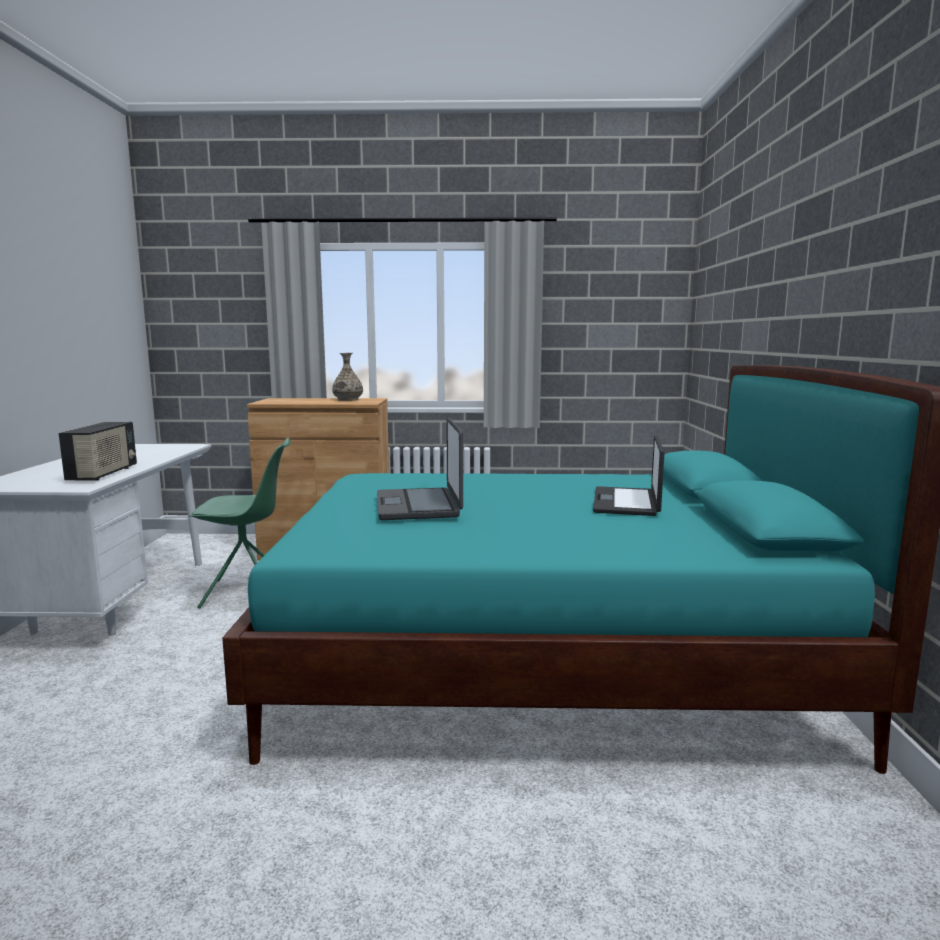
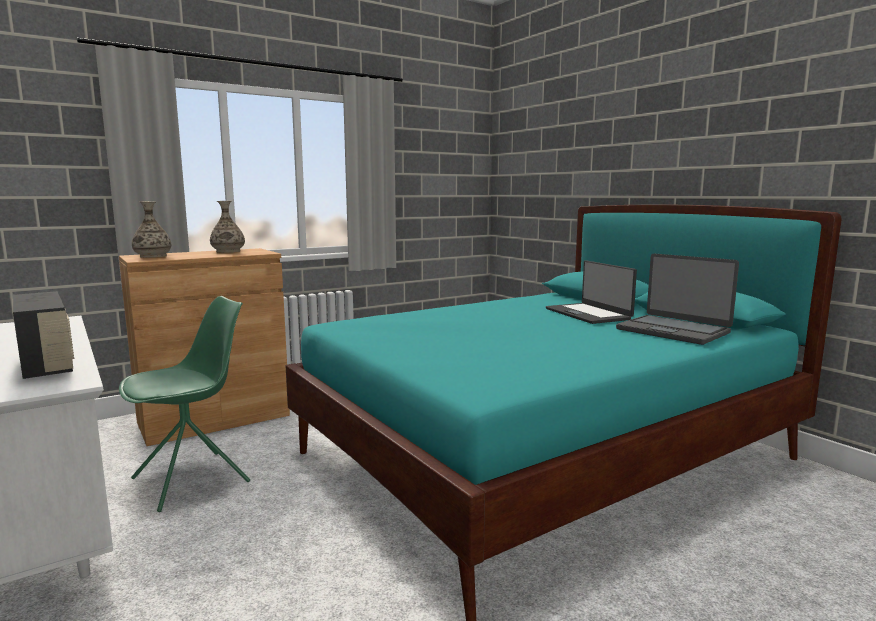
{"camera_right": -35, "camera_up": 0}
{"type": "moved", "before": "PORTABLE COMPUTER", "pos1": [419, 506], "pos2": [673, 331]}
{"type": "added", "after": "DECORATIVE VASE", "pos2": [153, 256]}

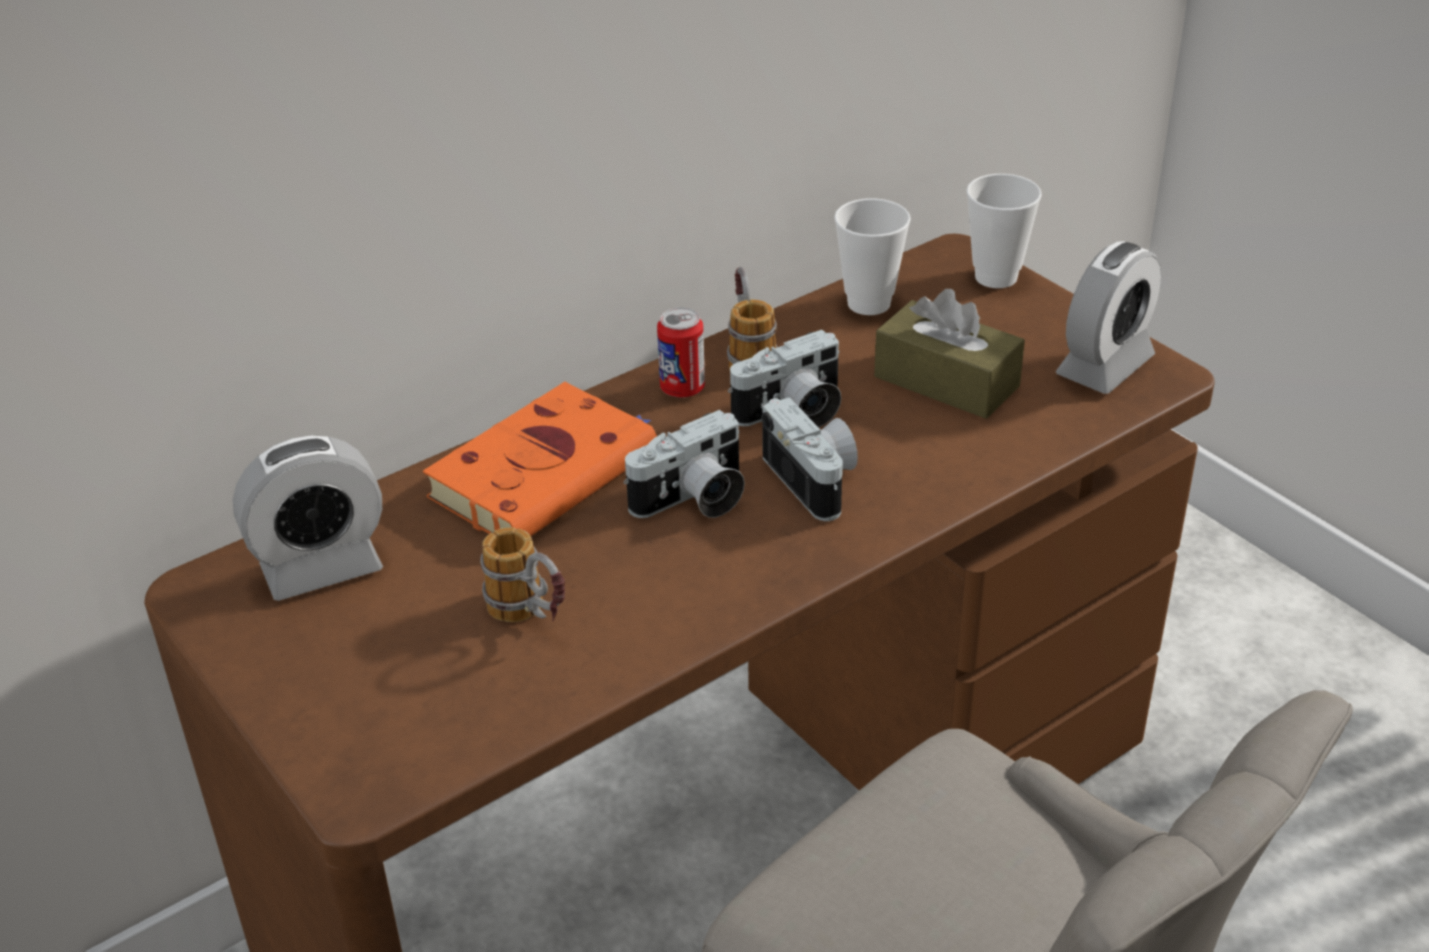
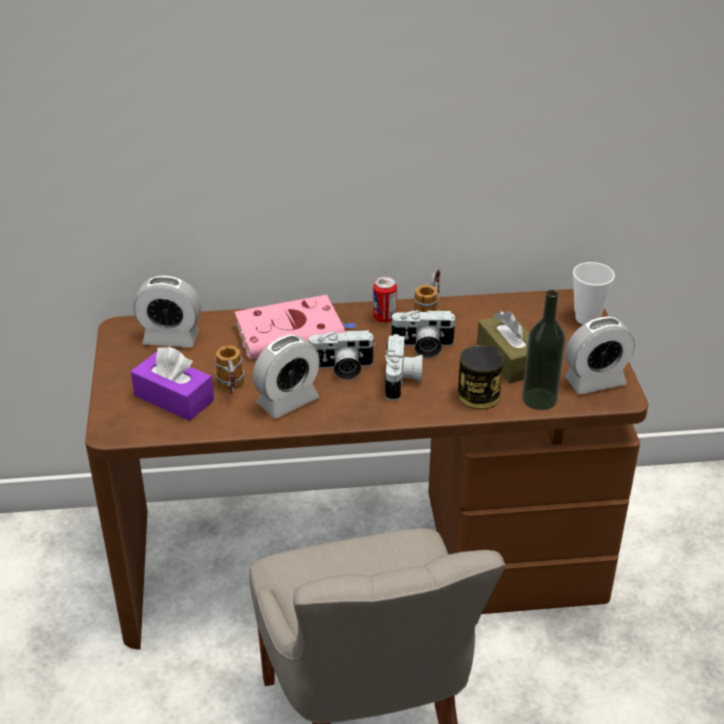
{"camera_right": 30, "camera_up": 0}
{"type": "recoloured", "before": "ORANGEY BOOK", "after": "PINK-COLOURED BOOK", "pos1": [547, 472], "pos2": [293, 333]}
{"type": "removed", "before": "DRINKING CUP", "pos1": [869, 303]}
{"type": "added", "after": "PURPLE-COLOURED TISSUE BOX", "pos2": [174, 398]}
{"type": "added", "after": "ALARM CLOCK", "pos2": [288, 401]}
{"type": "added", "after": "SEALED CAN", "pos2": [479, 395]}
{"type": "added", "after": "DRINK BOTTLE", "pos2": [539, 399]}

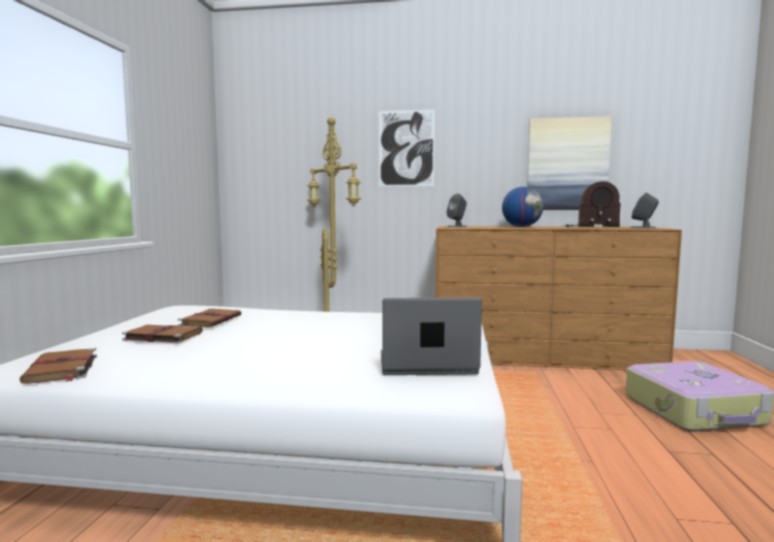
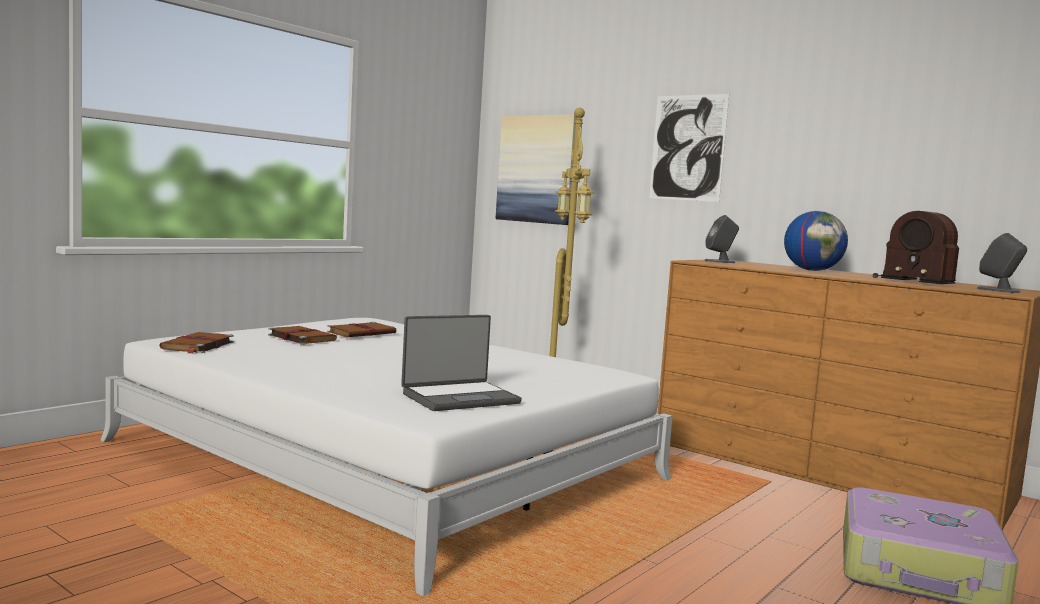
{"camera_right": 30, "camera_up": 0}
{"type": "turned", "before": "PORTABLE COMPUTER", "pos1": [427, 365], "pos2": [459, 398], "turn": 120}
{"type": "moved", "before": "PICTURE", "pos1": [567, 164], "pos2": [536, 169]}

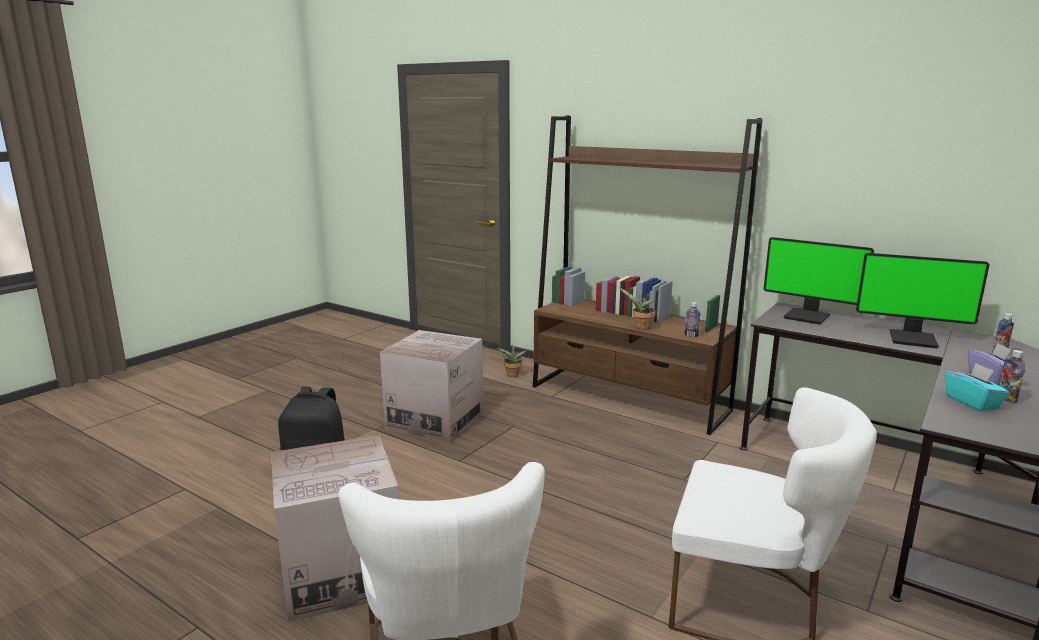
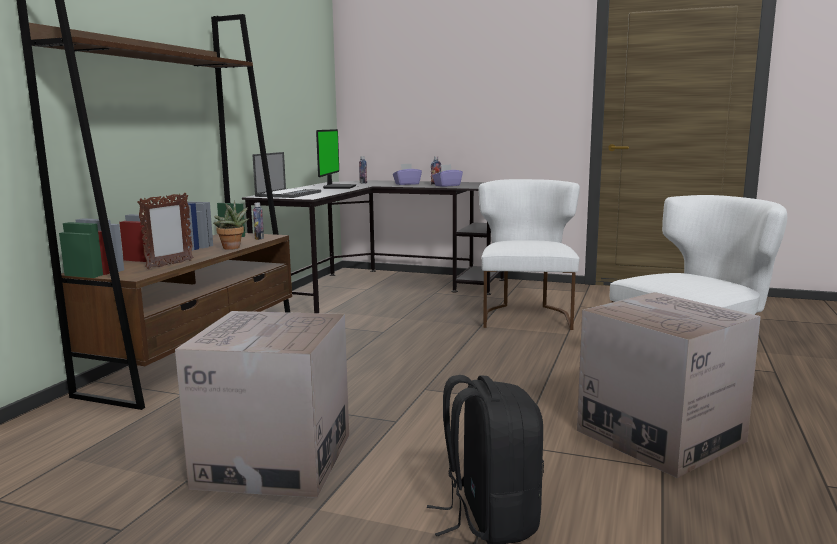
{"camera_right": -105, "camera_up": -5}
{"type": "removed", "before": "HOUSEPLANT", "pos1": [512, 376]}
{"type": "replaced", "before": "COMPUTER DISPLAY", "after": "PORTABLE COMPUTER", "pos1": [808, 316], "pos2": [289, 194]}
{"type": "recoloured", "before": "TURQUOISE TISSUE BOX", "after": "PURPLE-COLOURED TISSUE BOX", "pos1": [972, 402], "pos2": [447, 185]}
{"type": "added", "after": "STANDING FRAME", "pos2": [169, 265]}

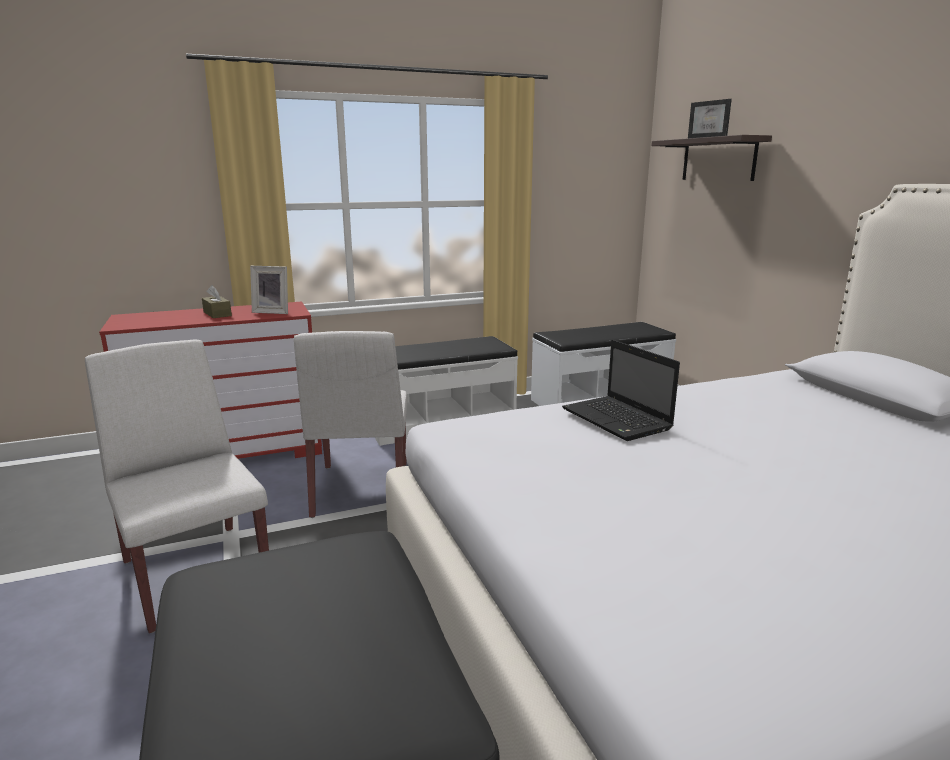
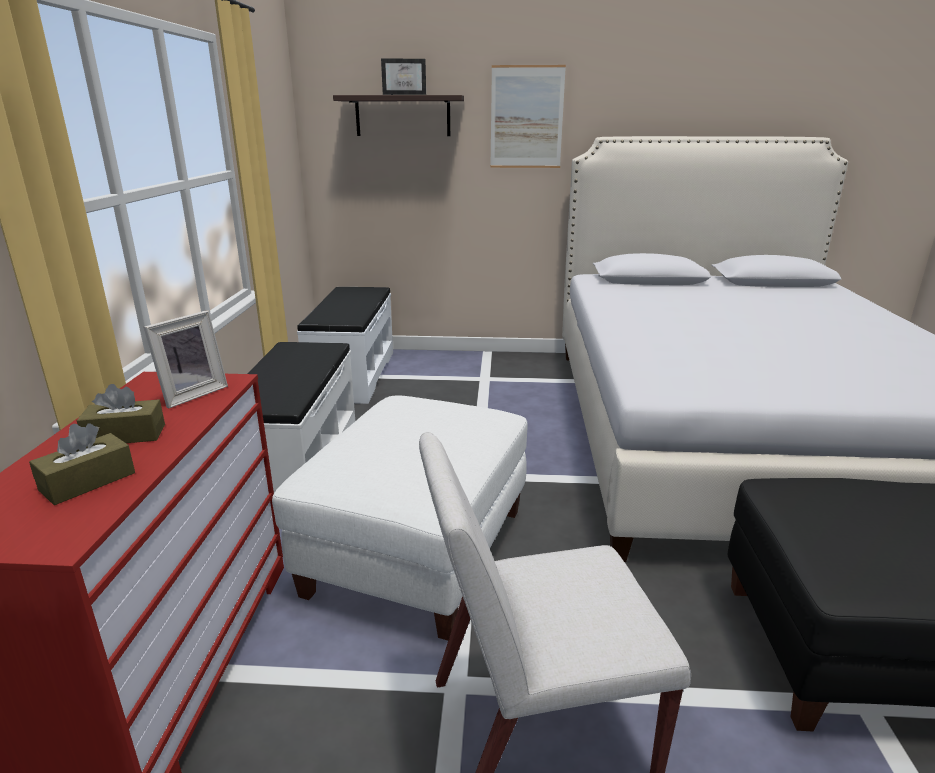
{"camera_right": -65, "camera_up": 5}
{"type": "replaced", "before": "WHITE-COLOURED PLAIN CHAIR", "after": "WHITE-COLOURED FOOTREST", "pos1": [361, 490], "pos2": [418, 552]}
{"type": "removed", "before": "PORTABLE COMPUTER", "pos1": [618, 420]}
{"type": "added", "after": "BROWN-COLOURED TISSUE BOX", "pos2": [88, 481]}
{"type": "added", "after": "PICTURE", "pos2": [526, 117]}

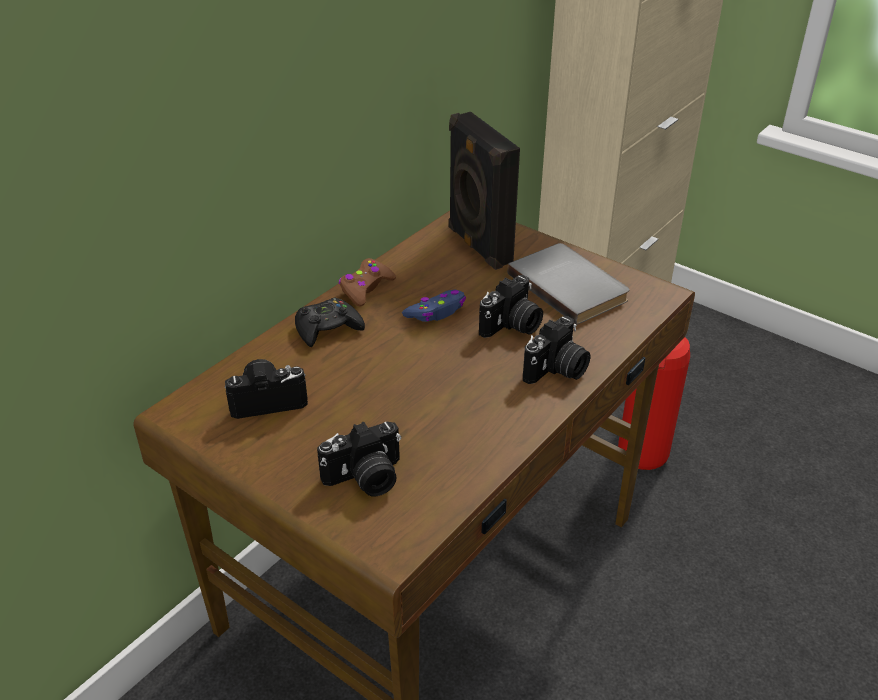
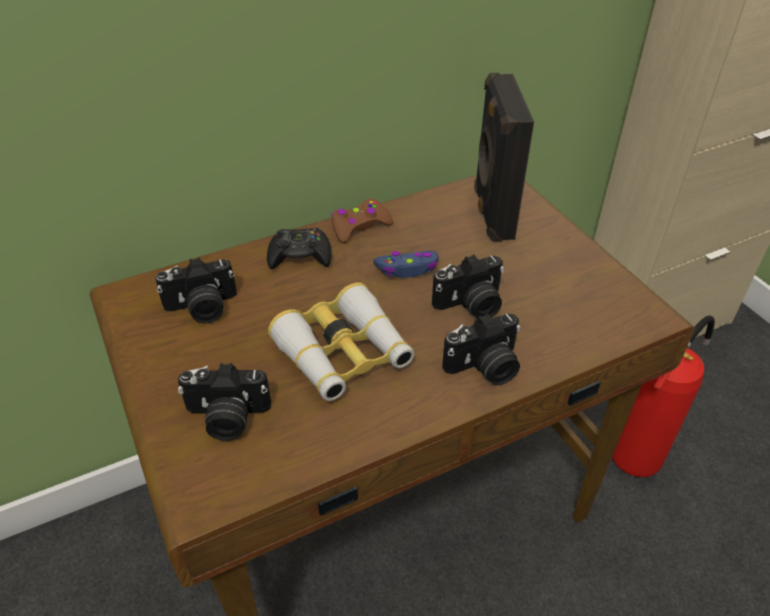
{"camera_right": 25, "camera_up": 5}
{"type": "turned", "before": "PHOTO CAMERA", "pos1": [268, 400], "pos2": [202, 308], "turn": 150}
{"type": "removed", "before": "GREYISH BOOK", "pos1": [570, 285]}
{"type": "added", "after": "PAIR OF BINOCULARS", "pos2": [344, 354]}

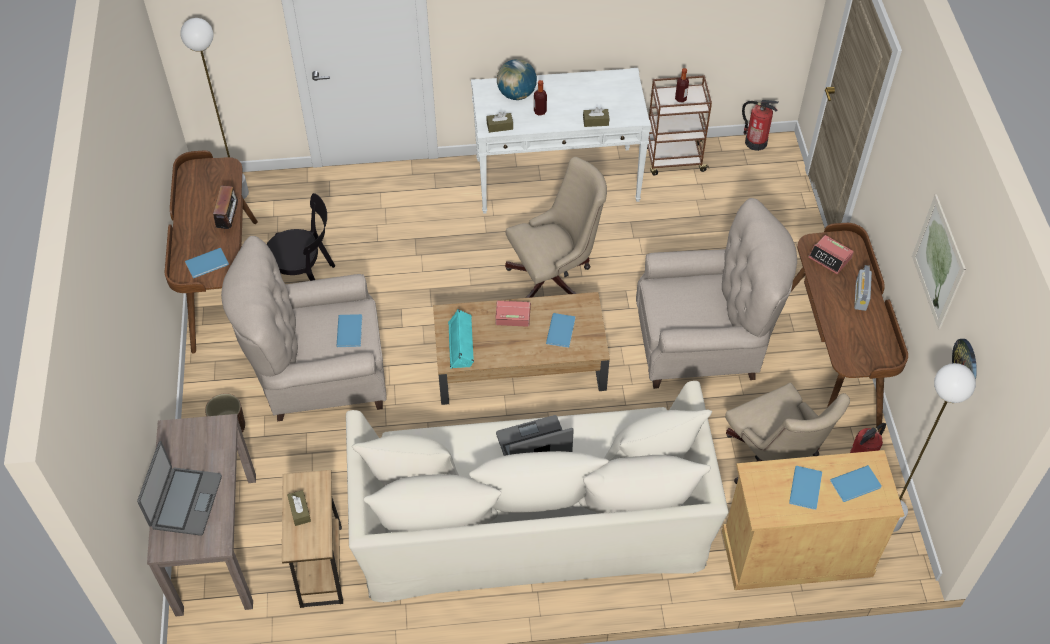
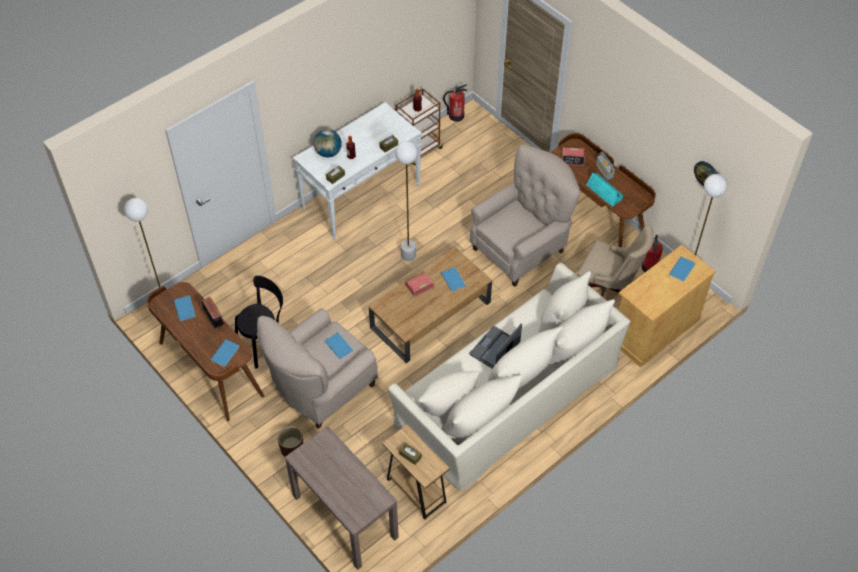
{"camera_right": -35, "camera_up": 0}
{"type": "removed", "before": "PORTABLE COMPUTER", "pos1": [185, 502]}
{"type": "moved", "before": "TURQUOISE LOUDSPEAKER", "pos1": [462, 344], "pos2": [605, 191]}
{"type": "replaced", "before": "BEIGE-COLOURED COMPUTER CHAIR", "after": "WHITE-COLOURED STANDARD LAMP", "pos1": [555, 278], "pos2": [408, 255]}
{"type": "moved", "before": "BLUE BOOK", "pos1": [807, 487], "pos2": [185, 308]}
{"type": "removed", "before": "PICTURE", "pos1": [938, 262]}

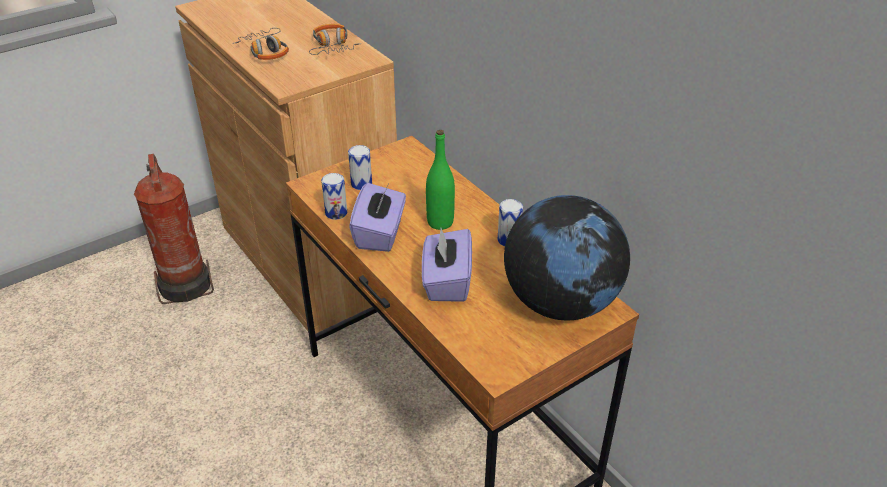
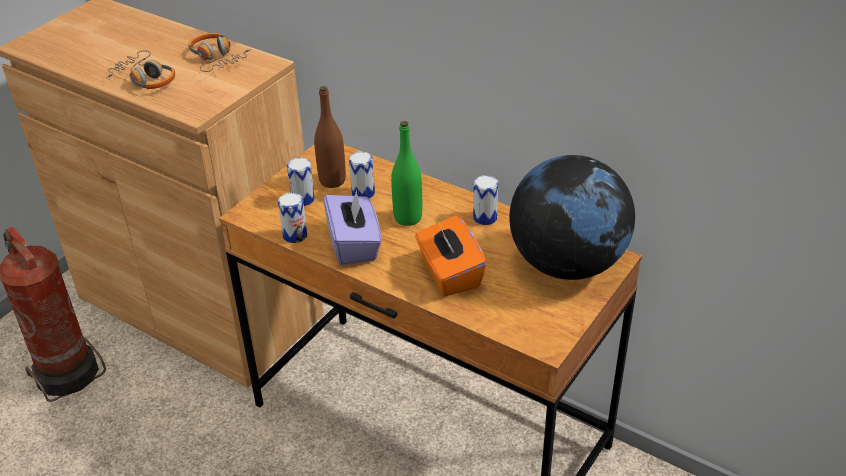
{"camera_right": -20, "camera_up": 0}
{"type": "recoloured", "before": "PURPLE-COLOURED TISSUE BOX", "after": "ORANGEY TISSUE BOX", "pos1": [446, 282], "pos2": [449, 274]}
{"type": "added", "after": "BROWN-COLOURED DRINK BOTTLE", "pos2": [332, 181]}
{"type": "added", "after": "SEALED CAN", "pos2": [363, 193]}

